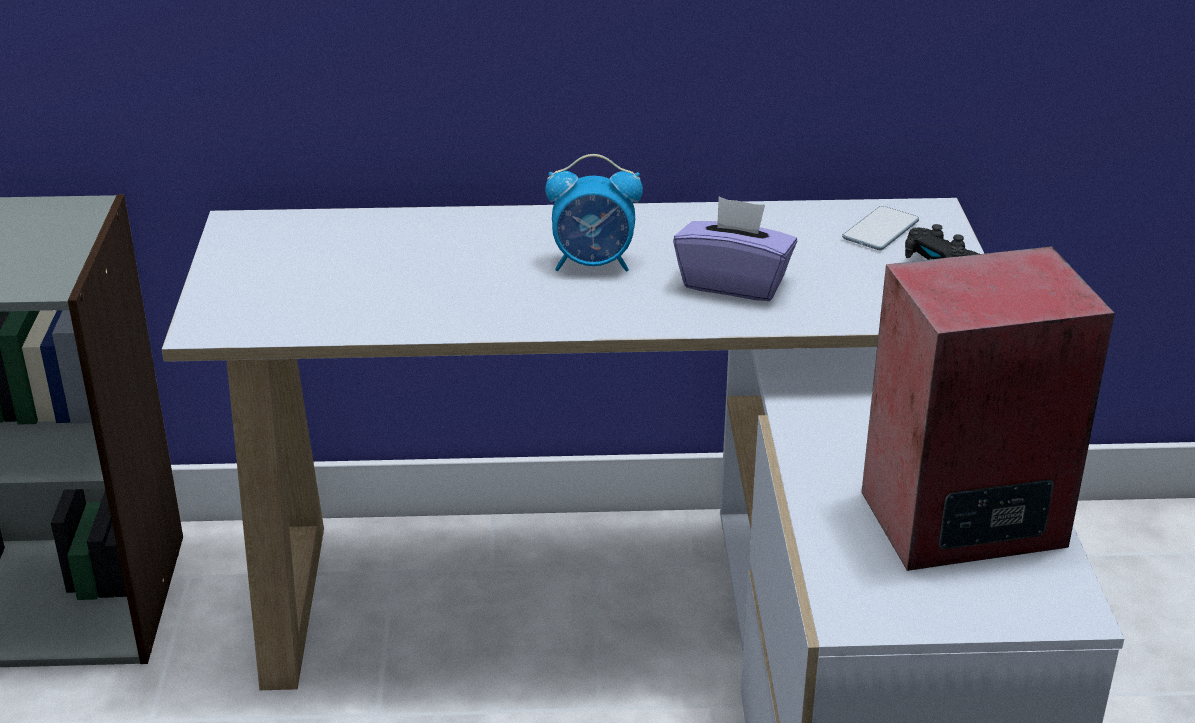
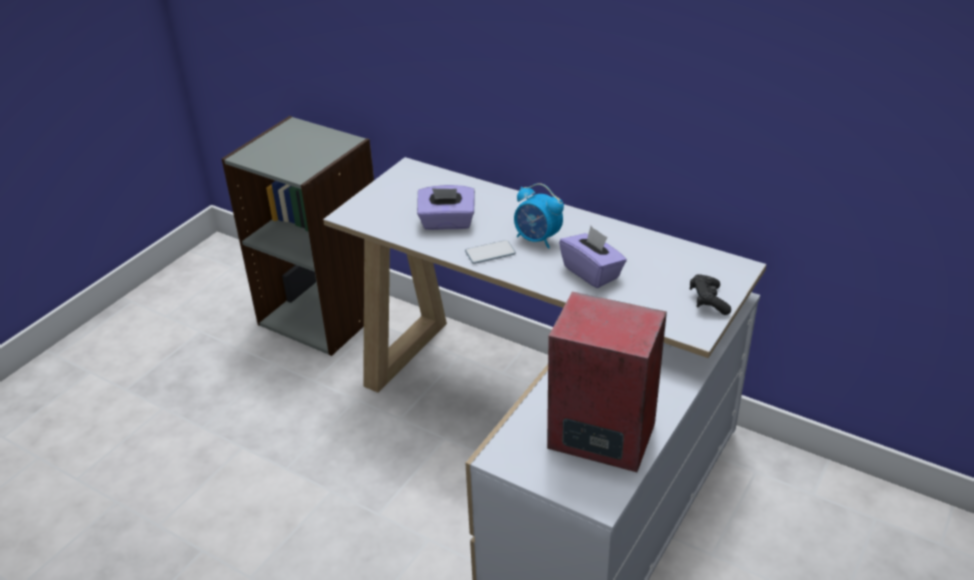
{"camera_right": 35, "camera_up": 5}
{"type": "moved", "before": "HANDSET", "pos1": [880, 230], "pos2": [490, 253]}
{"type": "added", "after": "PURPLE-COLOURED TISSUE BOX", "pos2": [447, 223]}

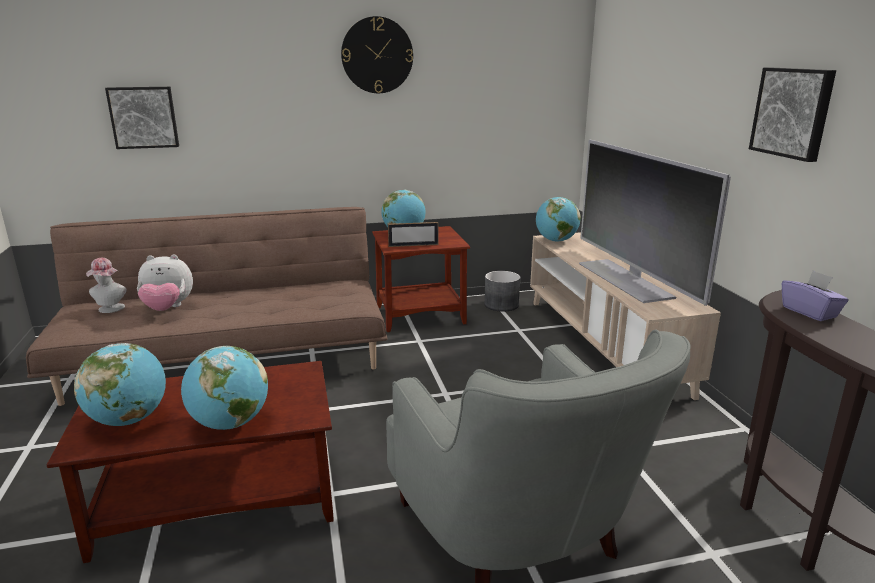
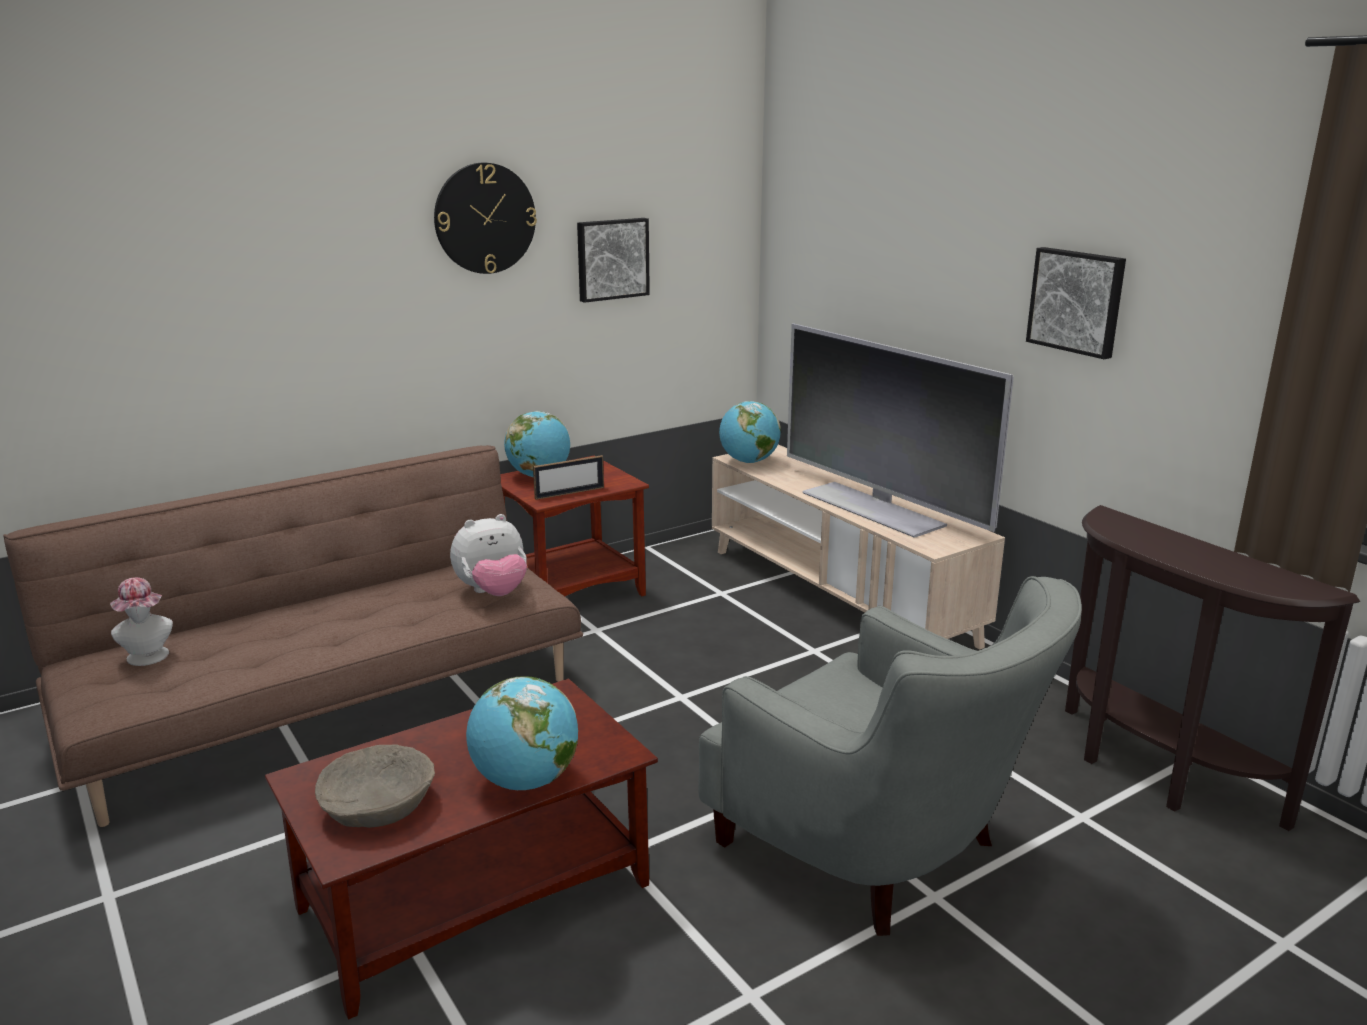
{"camera_right": -20, "camera_up": 0}
{"type": "replaced", "before": "GLOBE", "after": "BEIGE-COLOURED BOWL", "pos1": [129, 420], "pos2": [379, 805]}
{"type": "moved", "before": "PICTURE", "pos1": [144, 117], "pos2": [612, 259]}
{"type": "moved", "before": "SOFT TOY", "pos1": [168, 309], "pos2": [493, 593]}
{"type": "removed", "before": "GREYISH PLANT POT", "pos1": [501, 305]}
{"type": "removed", "before": "PURPLE-COLOURED TISSUE BOX", "pos1": [809, 312]}

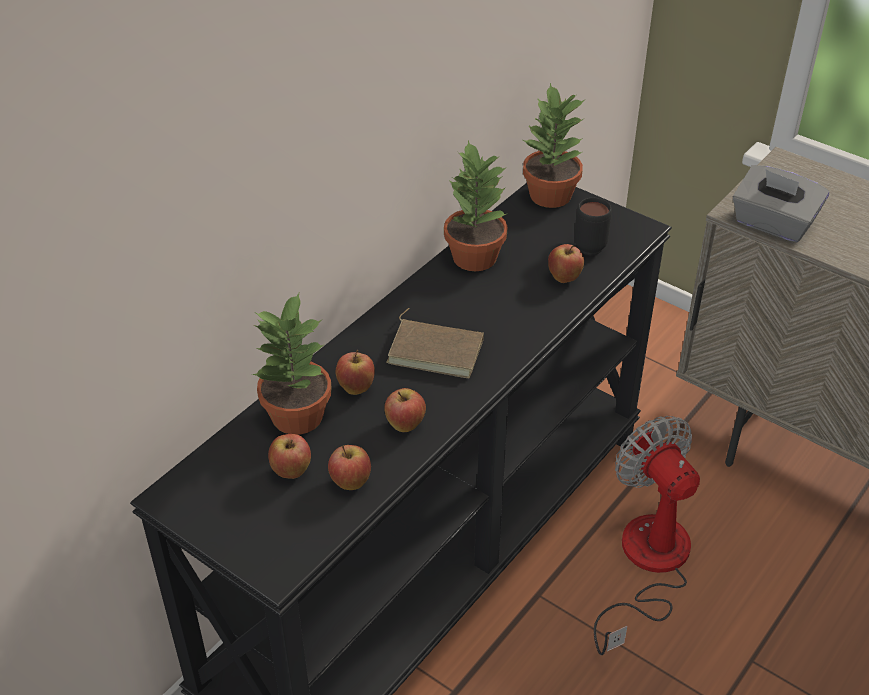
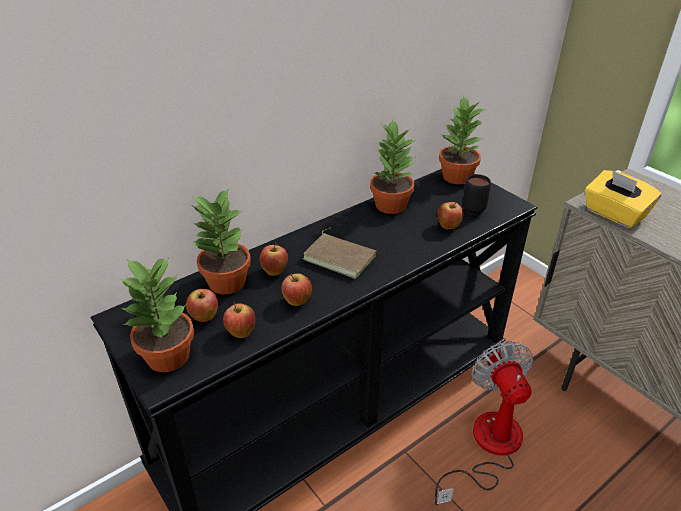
{"camera_right": 15, "camera_up": -5}
{"type": "recoloured", "before": "GREYISH TISSUE BOX", "after": "YELLOW-COLOURED TISSUE BOX", "pos1": [773, 224], "pos2": [614, 214]}
{"type": "added", "after": "HOUSEPLANT", "pos2": [169, 357]}

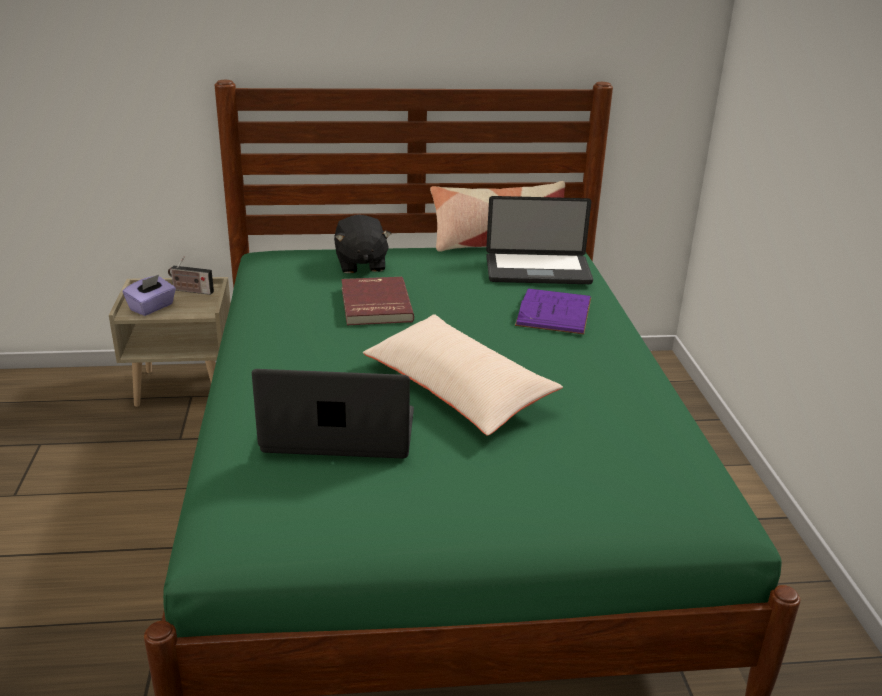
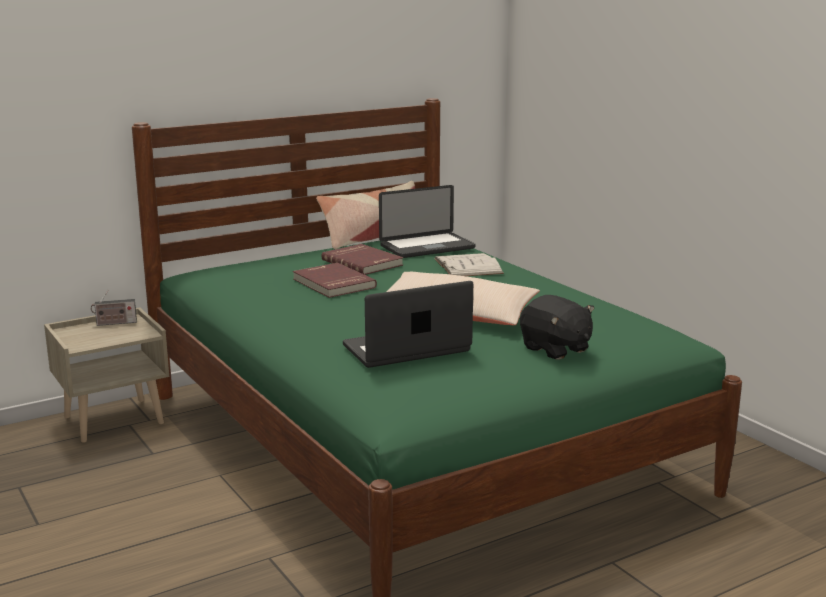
{"camera_right": -25, "camera_up": -10}
{"type": "removed", "before": "PURPLE-COLOURED TISSUE BOX", "pos1": [152, 307]}
{"type": "moved", "before": "BLACKISH SOFT TOY", "pos1": [360, 265], "pos2": [555, 349]}
{"type": "recoloured", "before": "PURPLE-COLOURED BOOK", "after": "WHITE-COLOURED BOOK", "pos1": [554, 311], "pos2": [468, 266]}
{"type": "added", "after": "REDDISH BOOK", "pos2": [363, 262]}

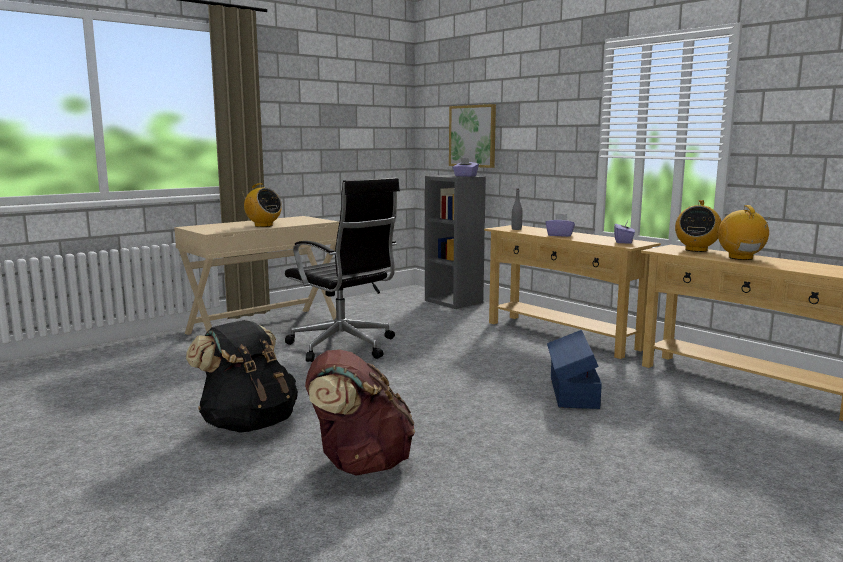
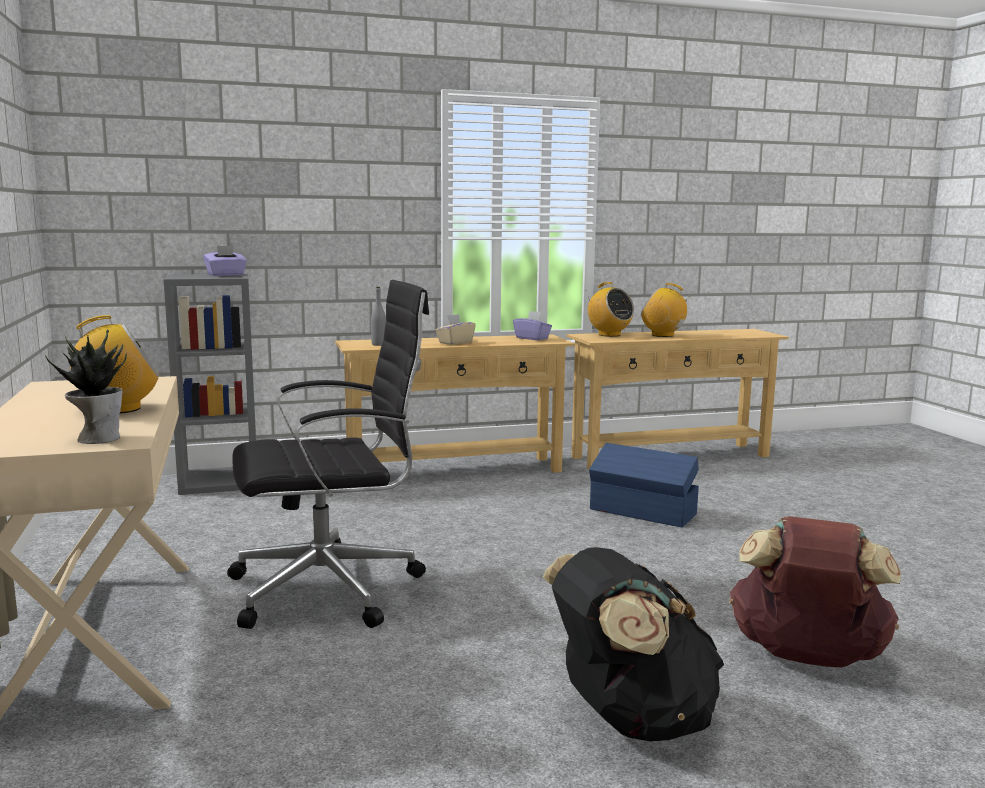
{"camera_right": -65, "camera_up": 0}
{"type": "removed", "before": "PICTURE", "pos1": [473, 136]}
{"type": "recoloured", "before": "PURPLE-COLOURED TISSUE BOX", "after": "BEIGE-COLOURED TISSUE BOX", "pos1": [560, 235], "pos2": [455, 343]}
{"type": "added", "after": "HOUSEPLANT", "pos2": [97, 438]}

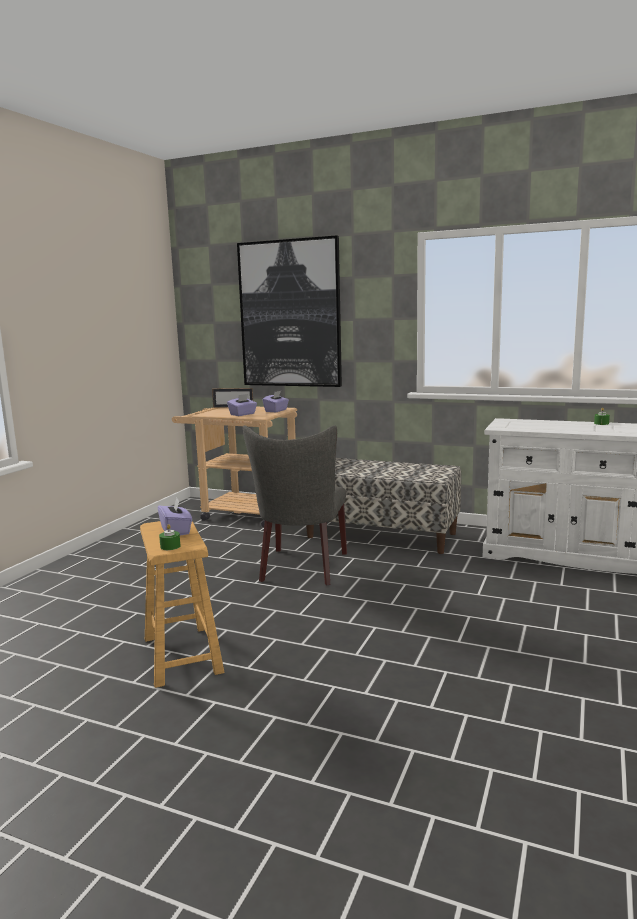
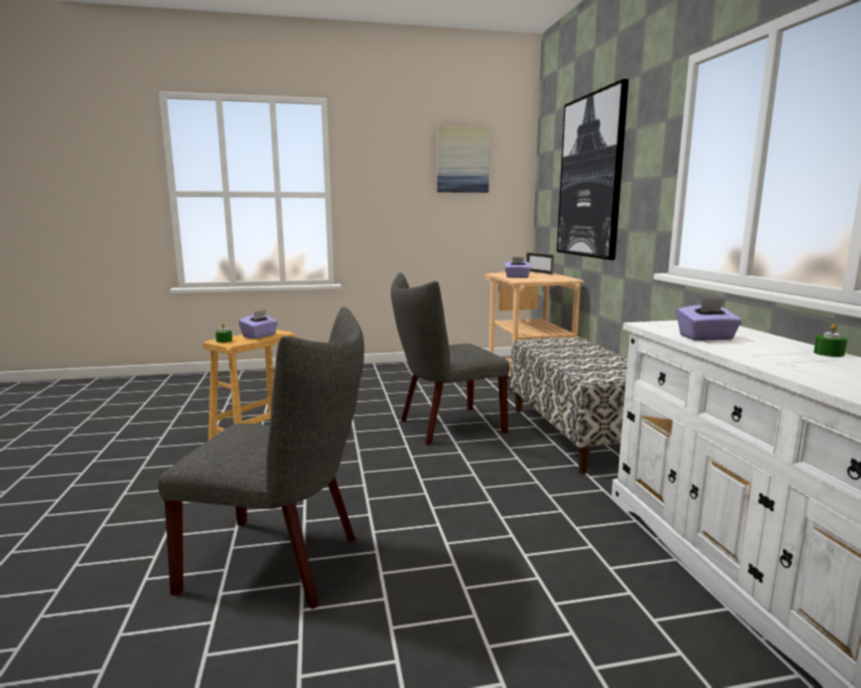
{"camera_right": 55, "camera_up": 0}
{"type": "moved", "before": "PURPLE-COLOURED TISSUE BOX", "pos1": [276, 411], "pos2": [706, 338]}
{"type": "added", "after": "GREYISH PLAIN CHAIR", "pos2": [283, 562]}
{"type": "added", "after": "PICTURE", "pos2": [462, 160]}

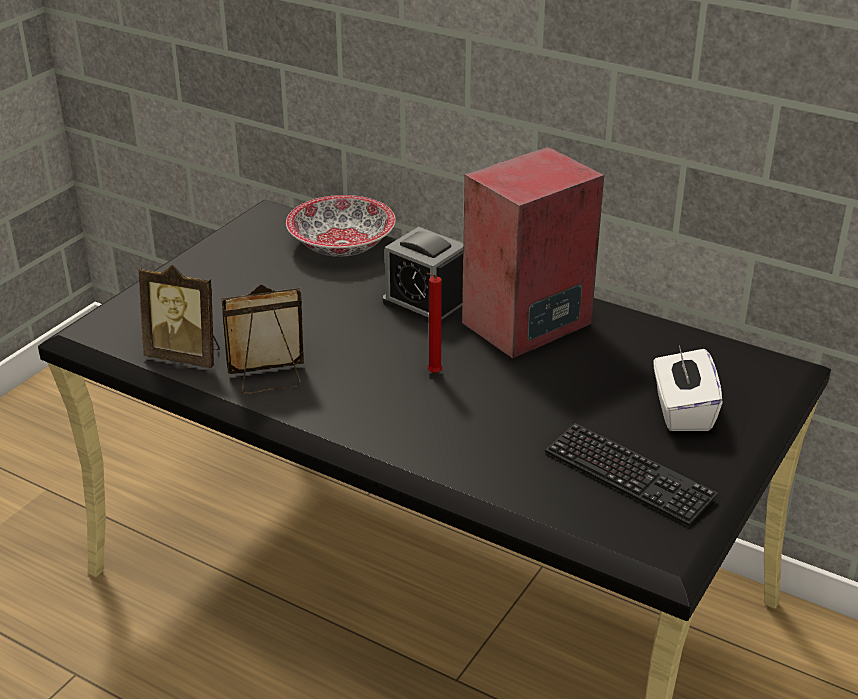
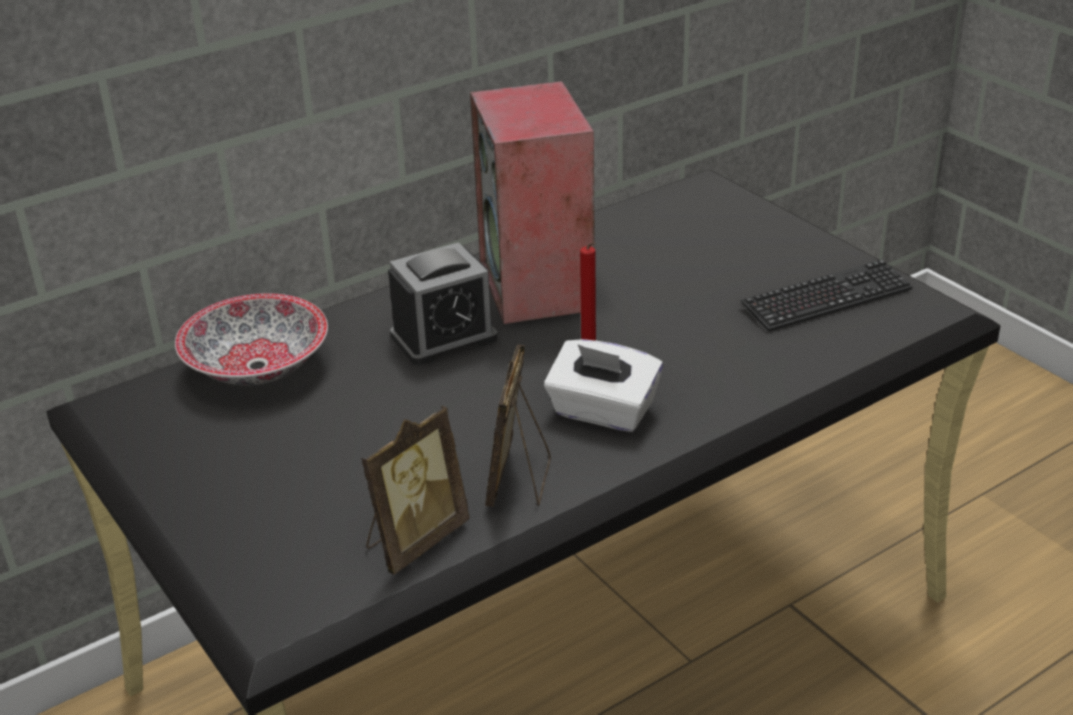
{"camera_right": -65, "camera_up": 0}
{"type": "moved", "before": "WHITE-COLOURED TISSUE BOX", "pos1": [682, 411], "pos2": [602, 412]}

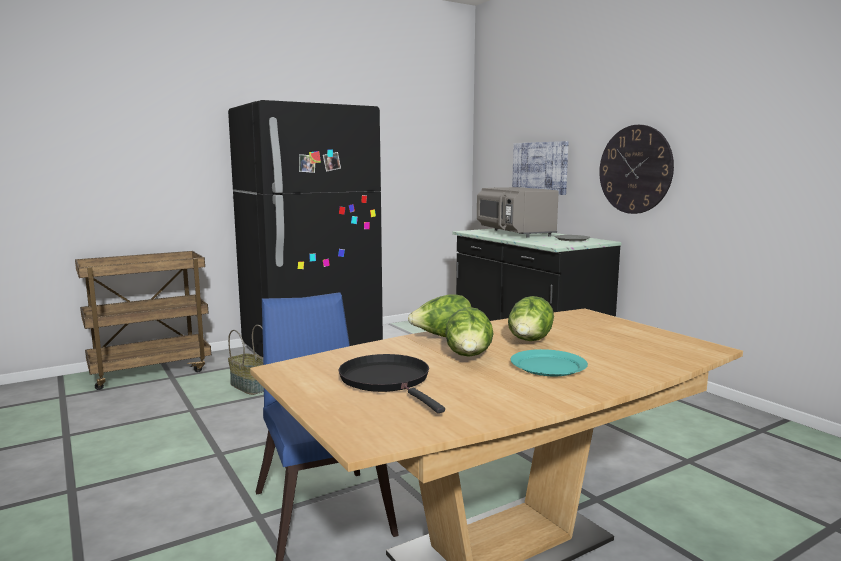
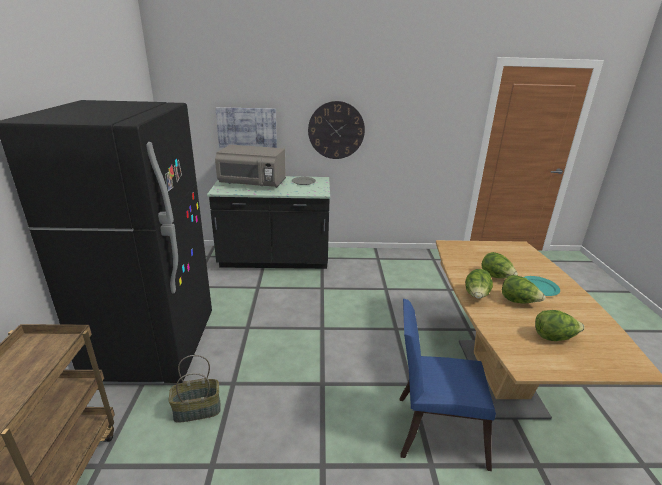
{"camera_right": -60, "camera_up": 15}
{"type": "replaced", "before": "BLACKISH PAN", "after": "LETTUCE HEAD", "pos1": [388, 381], "pos2": [554, 337]}

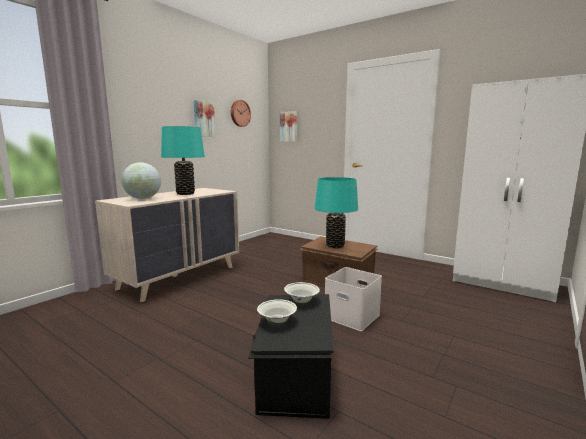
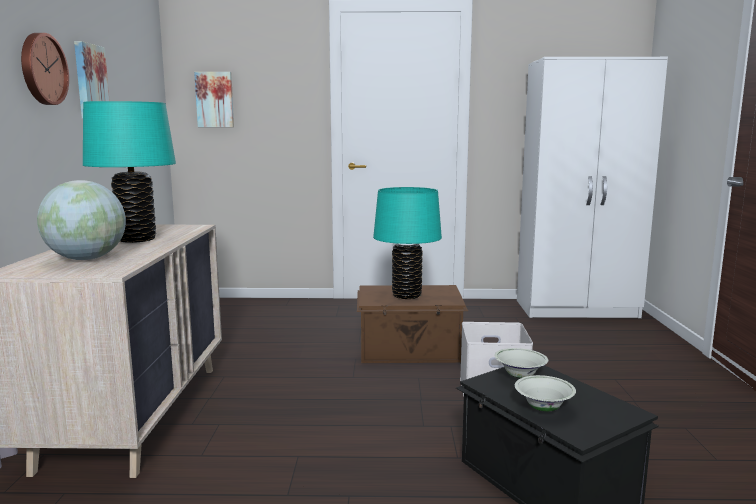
{"camera_right": -35, "camera_up": 0}
{"type": "moved", "before": "WALL CLOCK", "pos1": [240, 113], "pos2": [42, 69]}

